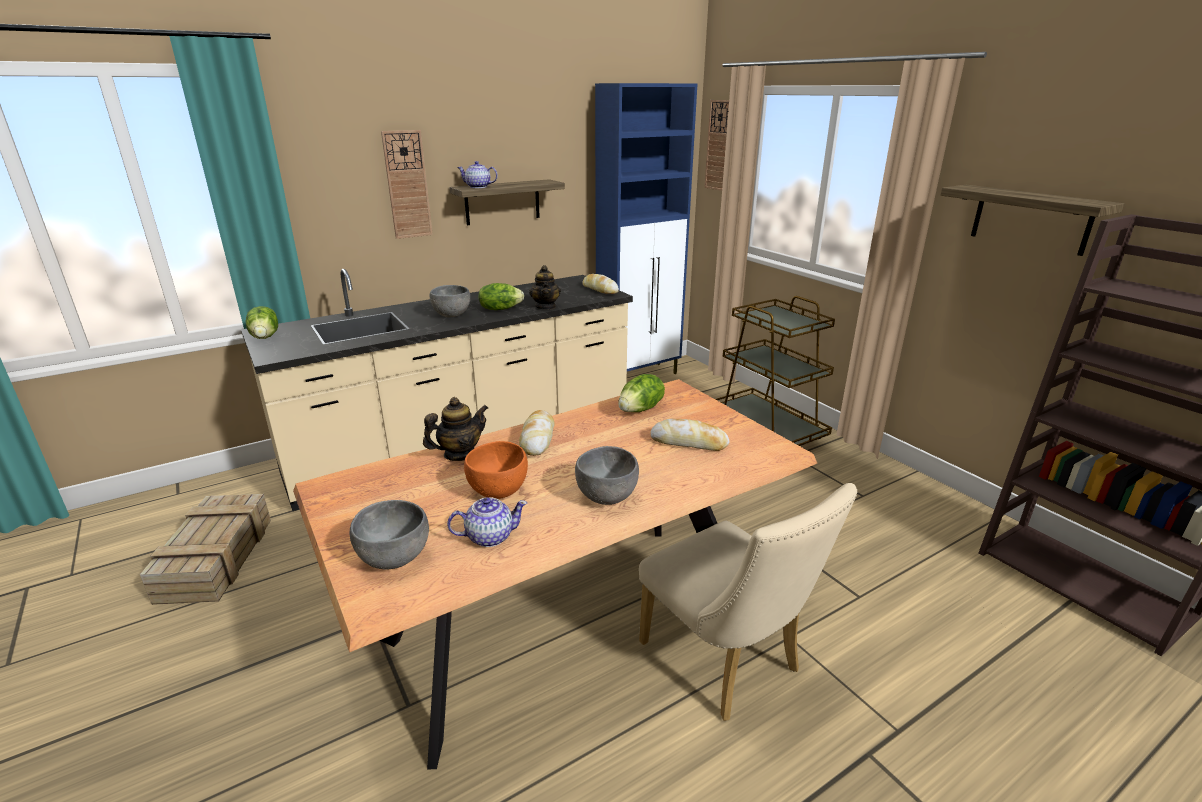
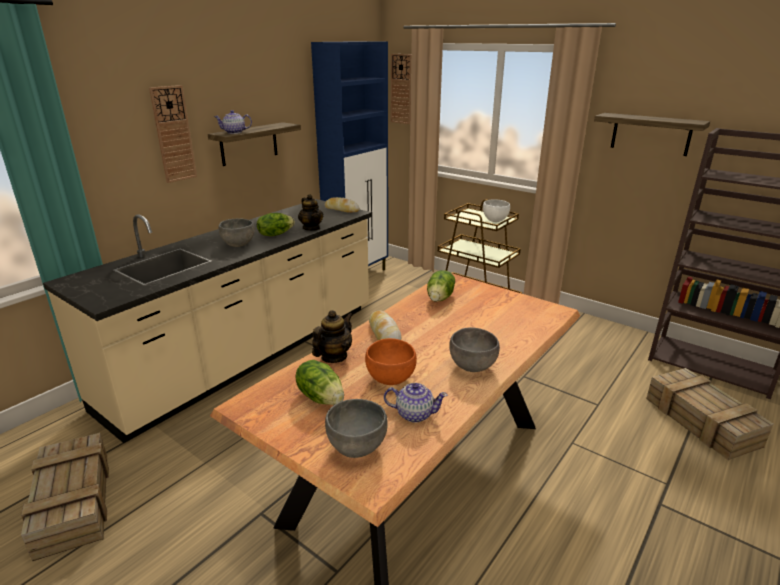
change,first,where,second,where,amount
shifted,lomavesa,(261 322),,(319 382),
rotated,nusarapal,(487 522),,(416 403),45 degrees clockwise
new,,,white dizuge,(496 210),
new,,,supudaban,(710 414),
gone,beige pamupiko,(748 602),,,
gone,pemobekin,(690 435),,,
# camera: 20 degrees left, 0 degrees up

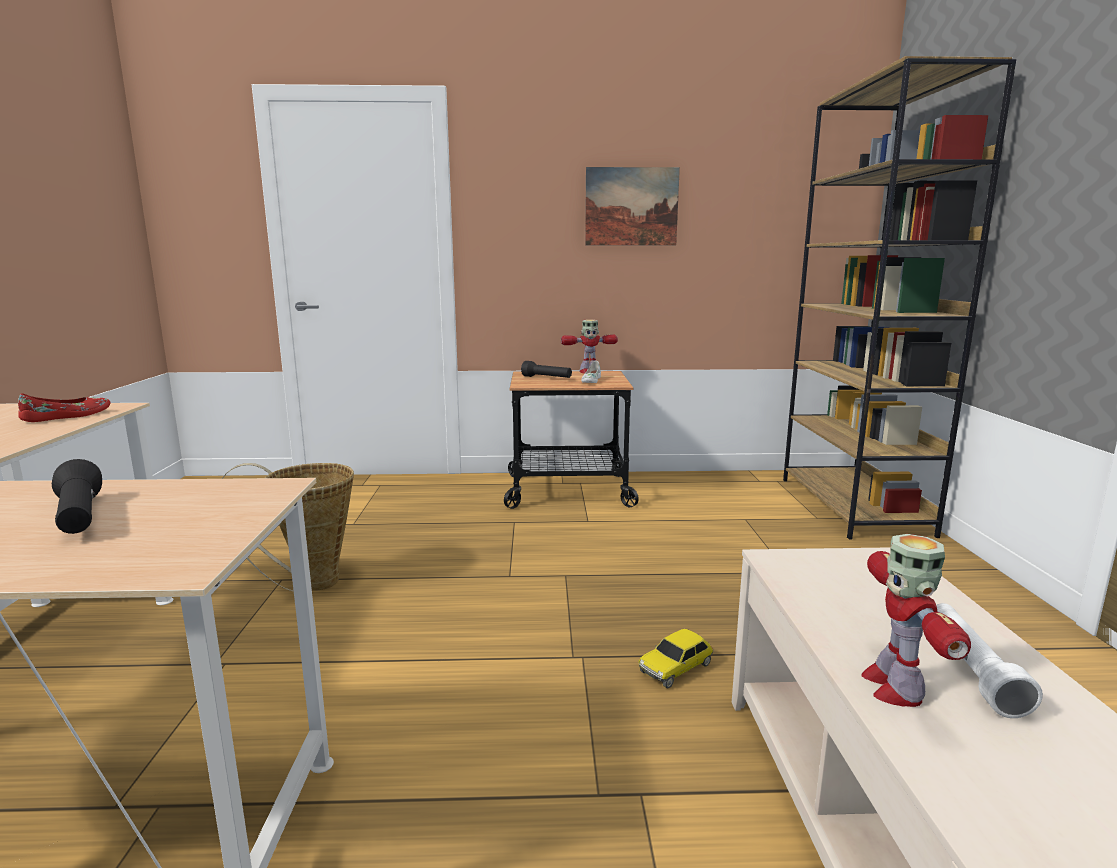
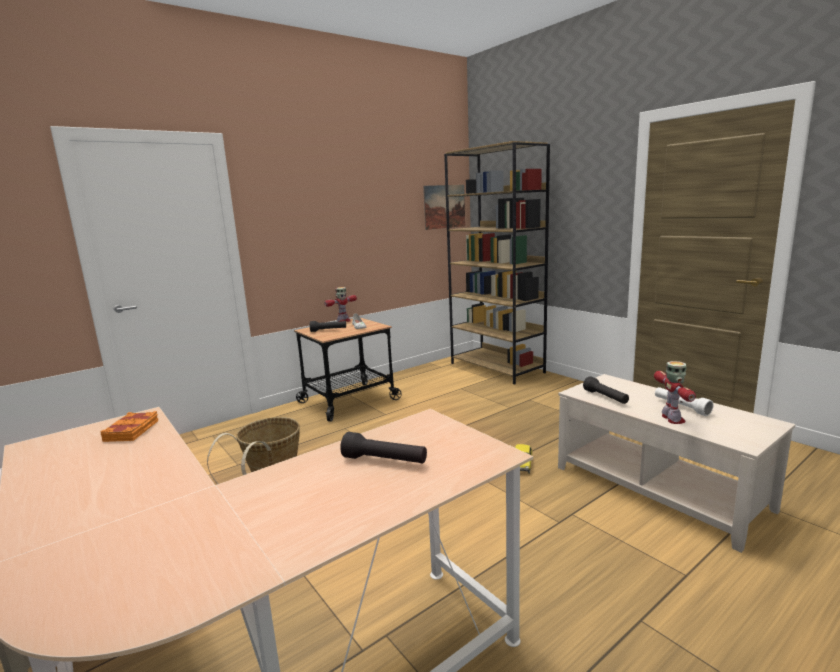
change,first,where,second,where,amount
swapped,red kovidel,(64 407),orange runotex,(129 426),
shifted,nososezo,(632 206),,(444 207),
new,,,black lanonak,(606 390),
rotated,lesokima,(916 620),,(675 392),150 degrees counterclockwise
# camera: 35 degrees left, 0 degrees up

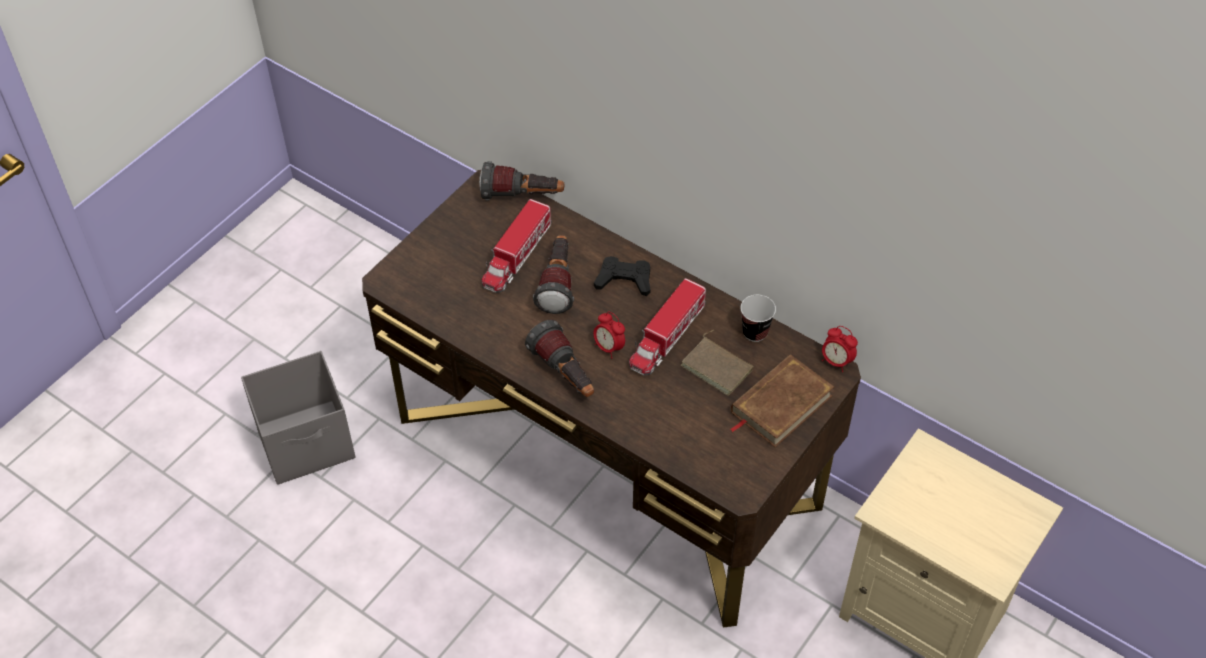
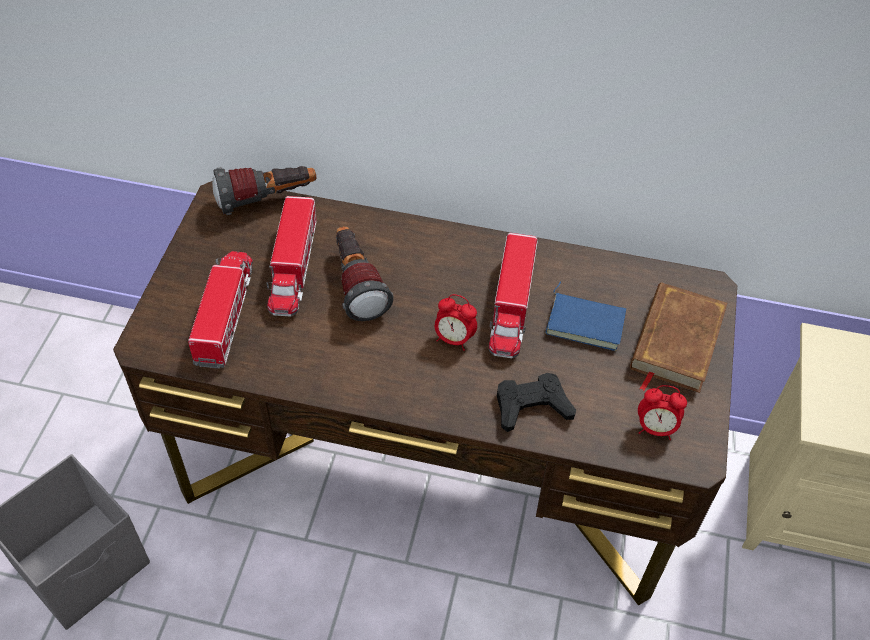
change,first,where,second,where,amount
new,,,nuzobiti,(220 309),
shifted,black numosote,(622 276),,(536 402),
repainted,brown runotex,(717 363),blue runotex,(585 316),
shifted,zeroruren,(840 349),,(662 412),
gone,lanonak,(559 358),,,
gone,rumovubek,(758 318),,,
# camera: 25 degrees left, 0 degrees up

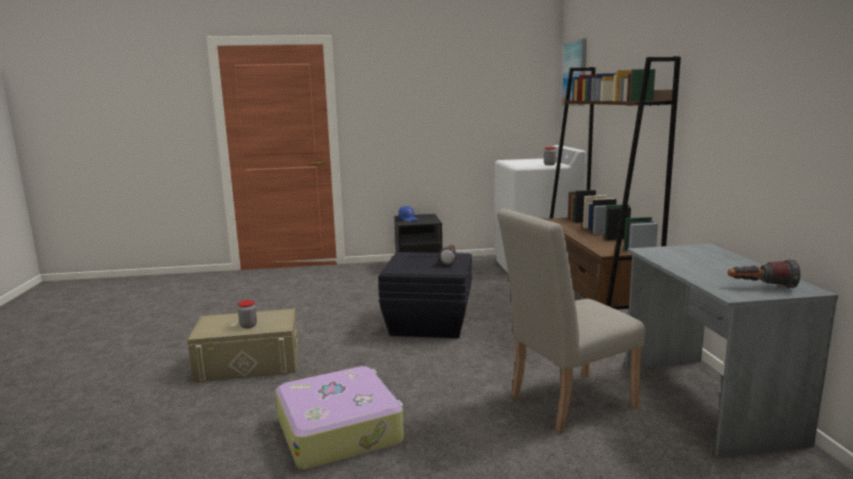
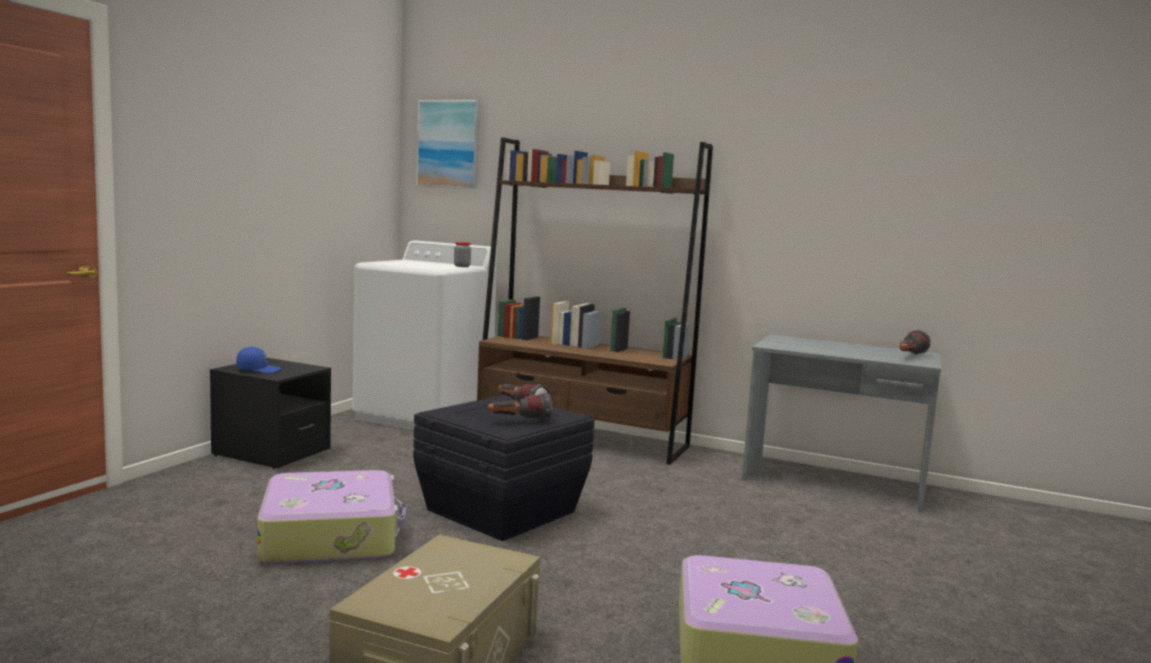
change,first,where,second,where,amount
new,,,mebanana,(332 517),
new,,,lanonak,(519 407),
gone,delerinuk,(247 314),,,
gone,beige pamupiko,(571 320),,,
# camera: 60 degrees left, 5 degrees down

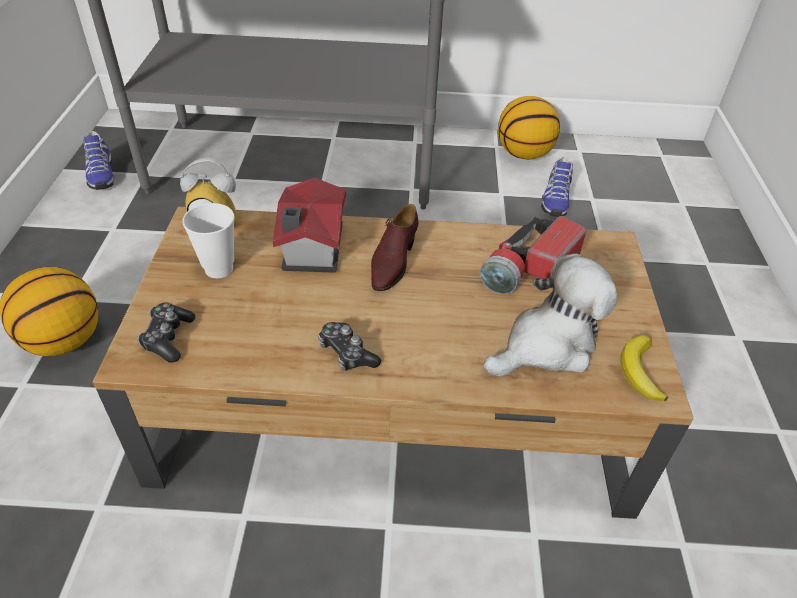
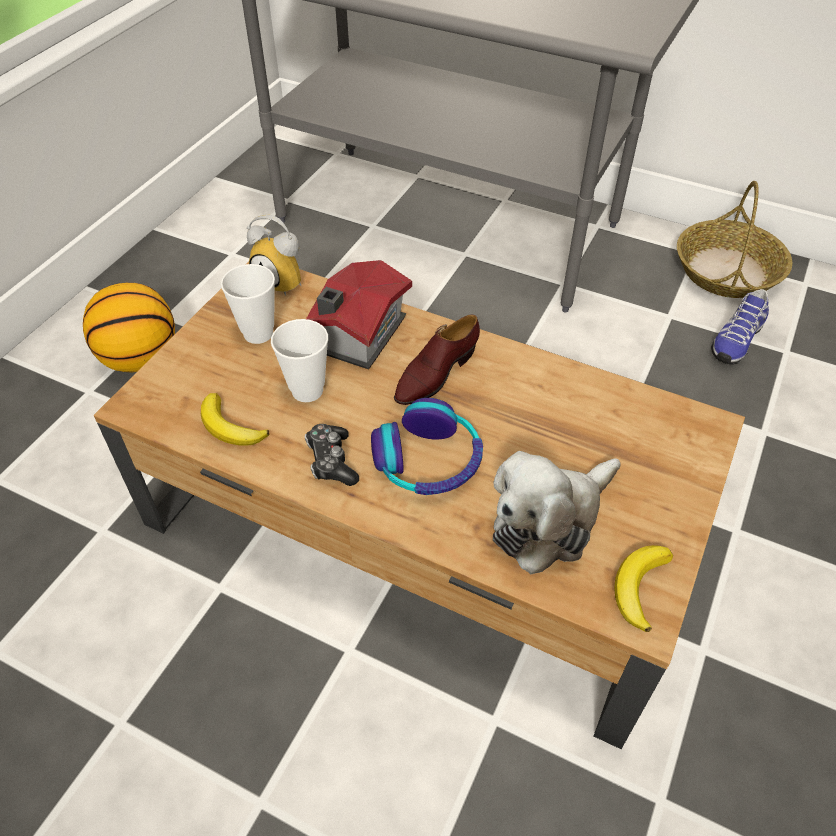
change,first,where,second,where,amount
new,,,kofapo,(235 419),
new,,,rumovubek,(299 360),
new,,,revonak,(427 446),
rotated,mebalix,(550 315),,(557 512),150 degrees clockwise
swapped,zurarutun,(529 128),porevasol,(734 239),
gone,kovidel,(98 160),,,
gone,numosote,(166 332),,,
gone,lanonak,(533 255),,,
# camera: 25 degrees right, 5 degrees up

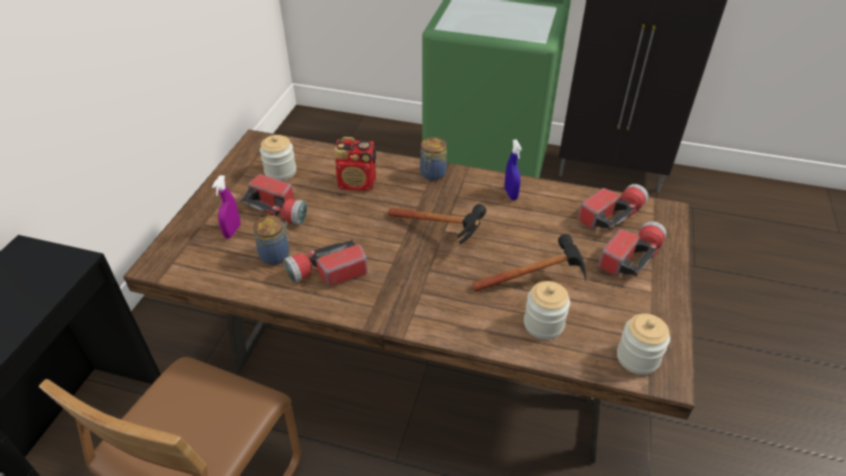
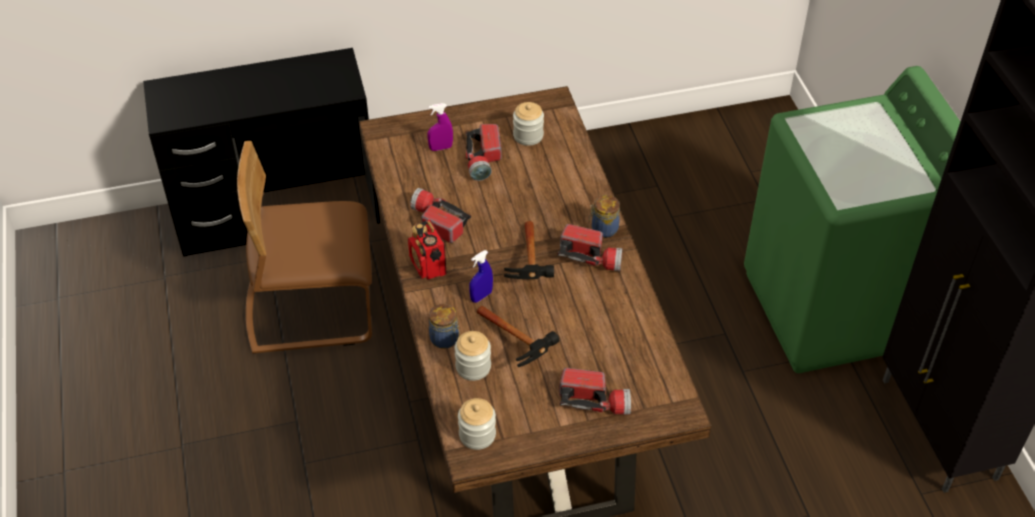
change,first,where,second,where,amount
shifted,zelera,(355 164),,(427 249),
shifted,delerinuk,(272 240),,(444 326),
shifted,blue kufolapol,(513 169),,(481 276),
shifted,lanonak,(613 207),,(590 247),
# camera: 60 degrees right, 5 degrees up

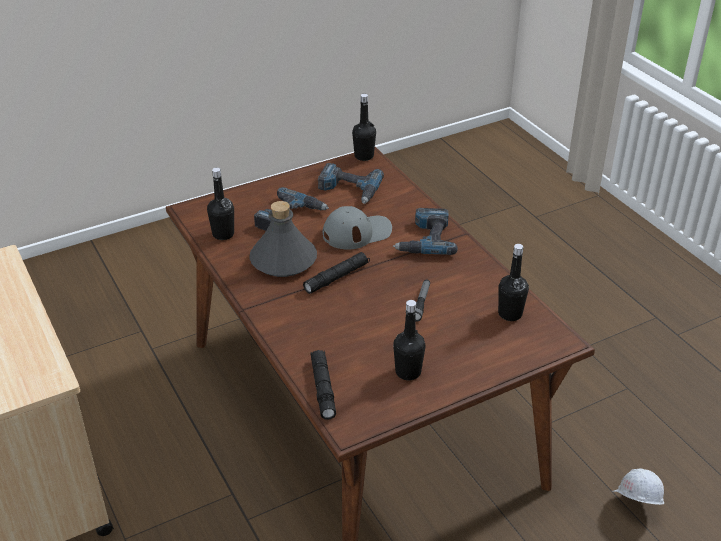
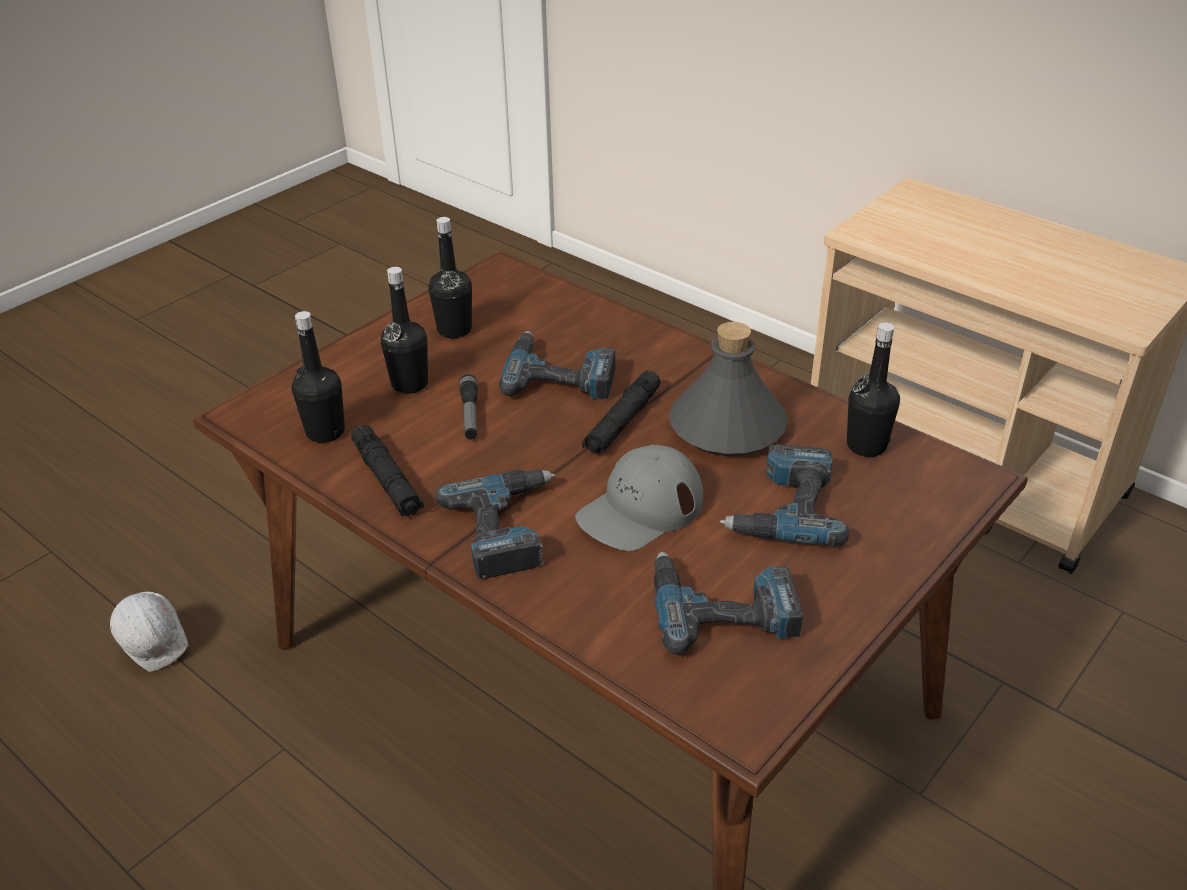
change,first,where,second,where,amount
shifted,black lanonak,(323 385),,(387 471),
shifted,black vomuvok,(364 127),,(404 330),
new,,,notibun,(557 365),
# camera: 160 degrees right, 0 degrees up

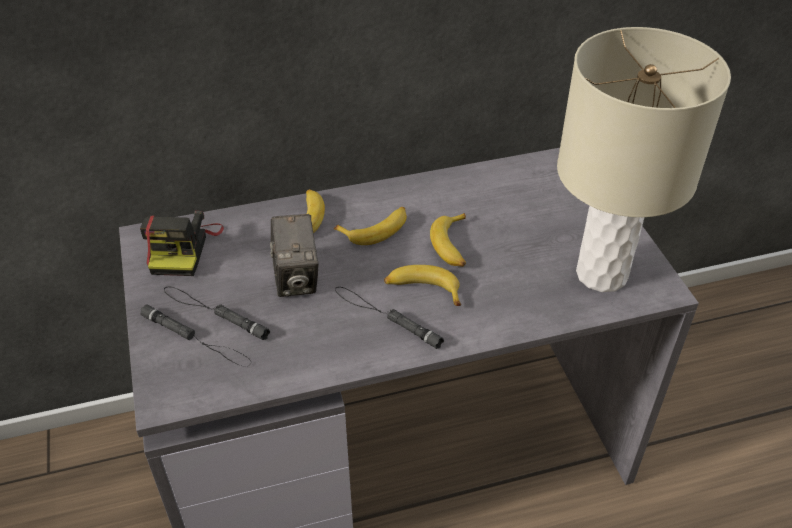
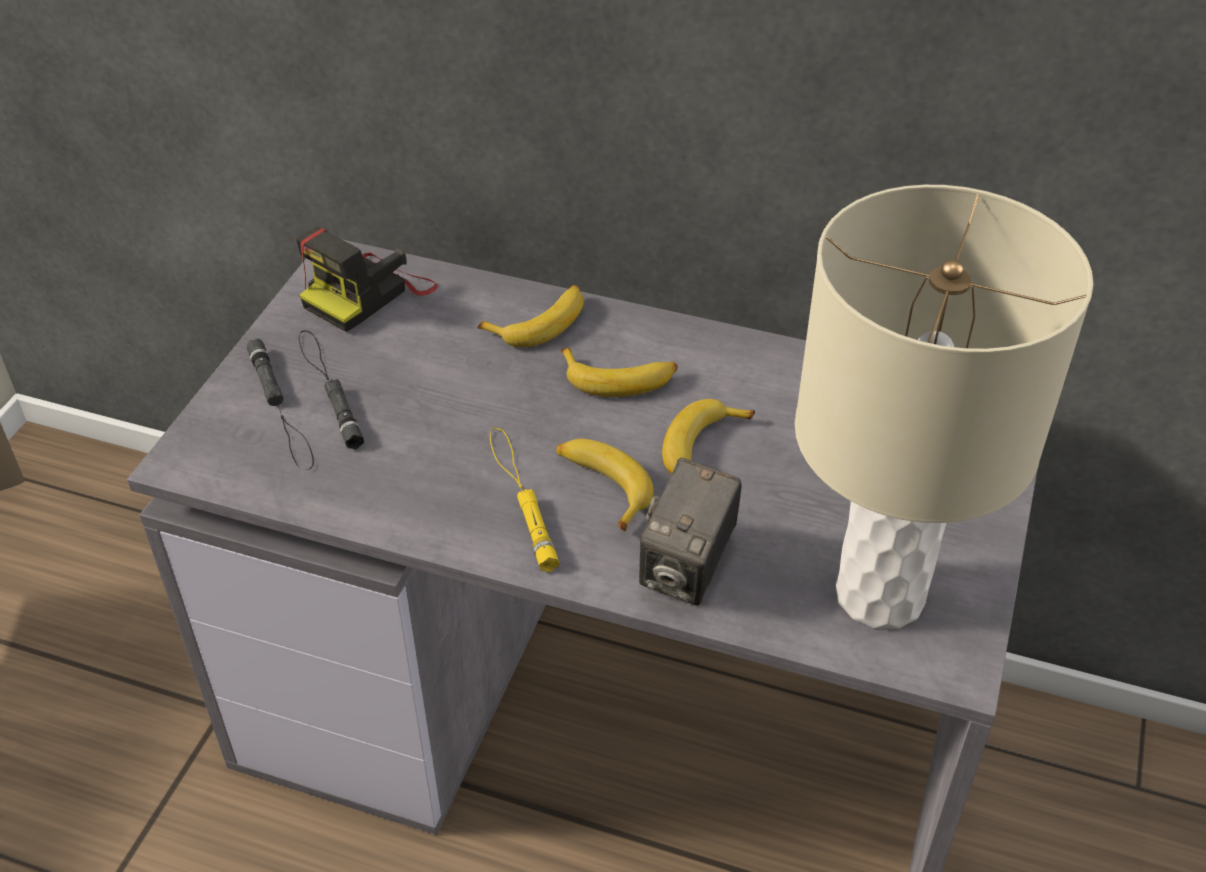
change,first,where,second,where,amount
repainted,black lanonak,(389 318),yellow lanonak,(524 500),
shifted,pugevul,(294 255),,(690 532),
# camera: 35 degrees right, 0 degrees up

